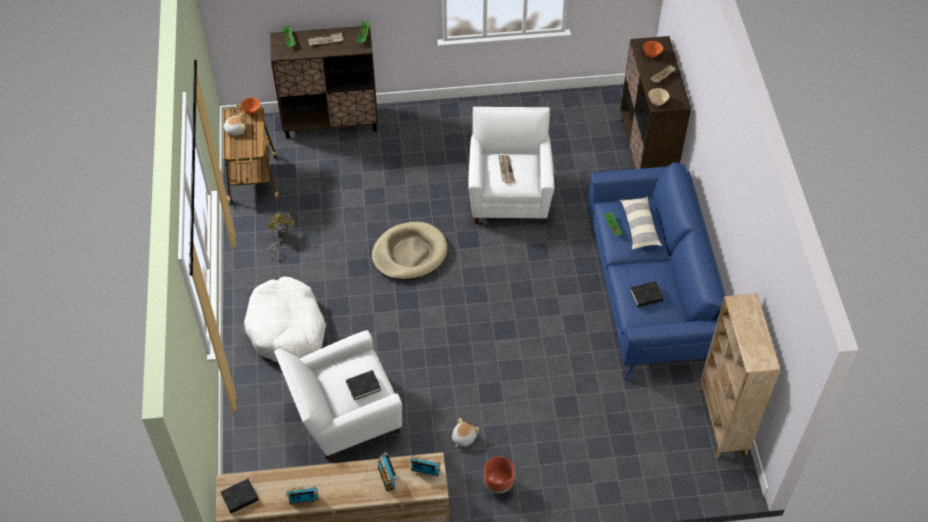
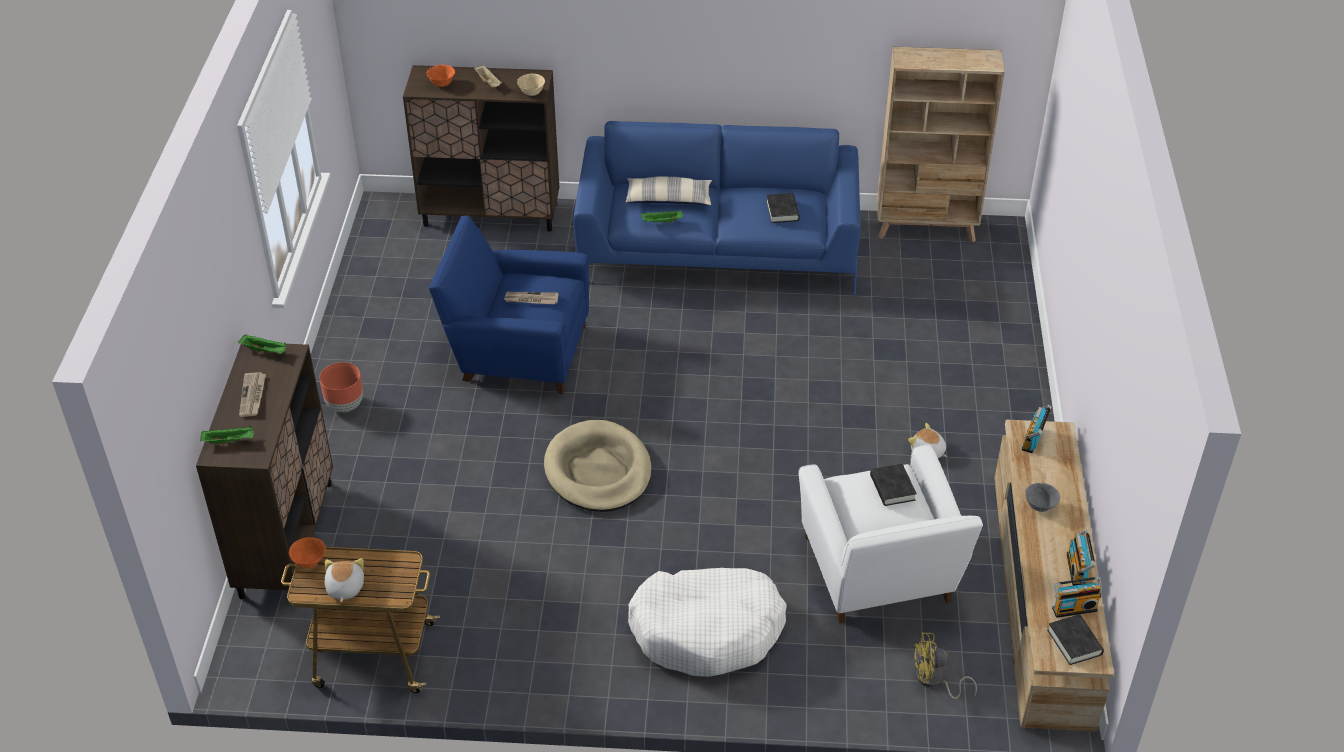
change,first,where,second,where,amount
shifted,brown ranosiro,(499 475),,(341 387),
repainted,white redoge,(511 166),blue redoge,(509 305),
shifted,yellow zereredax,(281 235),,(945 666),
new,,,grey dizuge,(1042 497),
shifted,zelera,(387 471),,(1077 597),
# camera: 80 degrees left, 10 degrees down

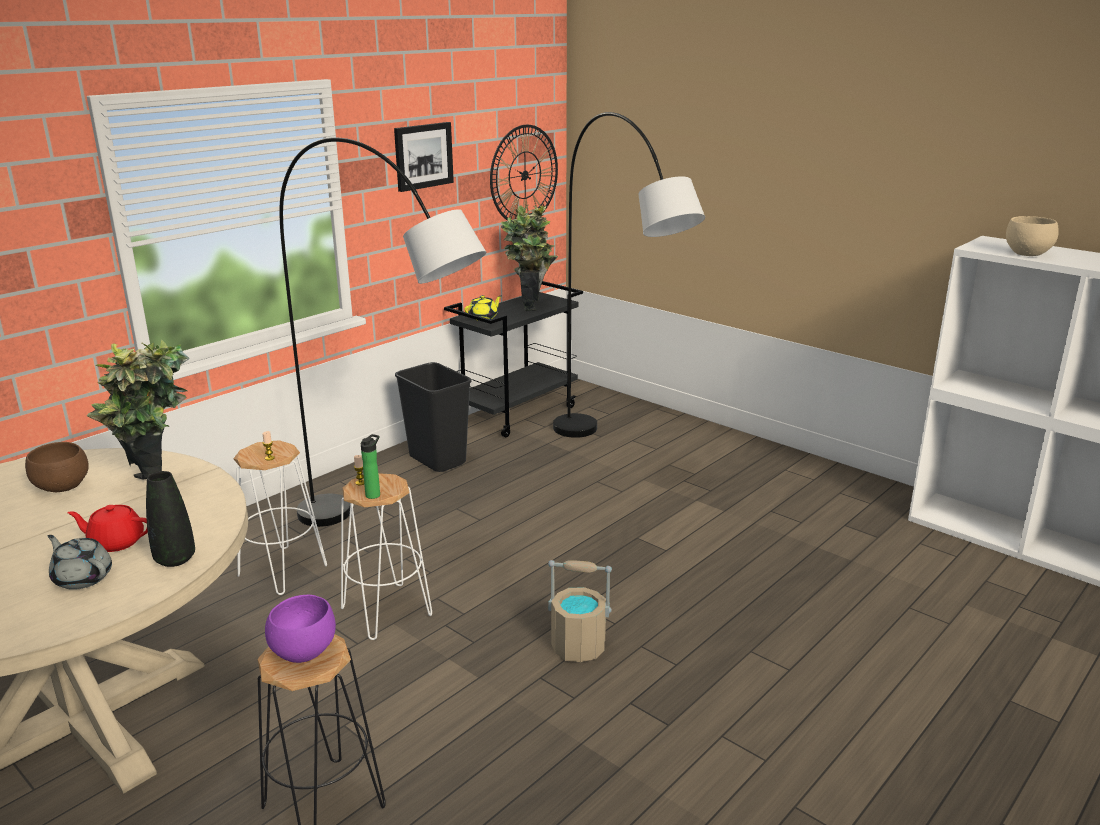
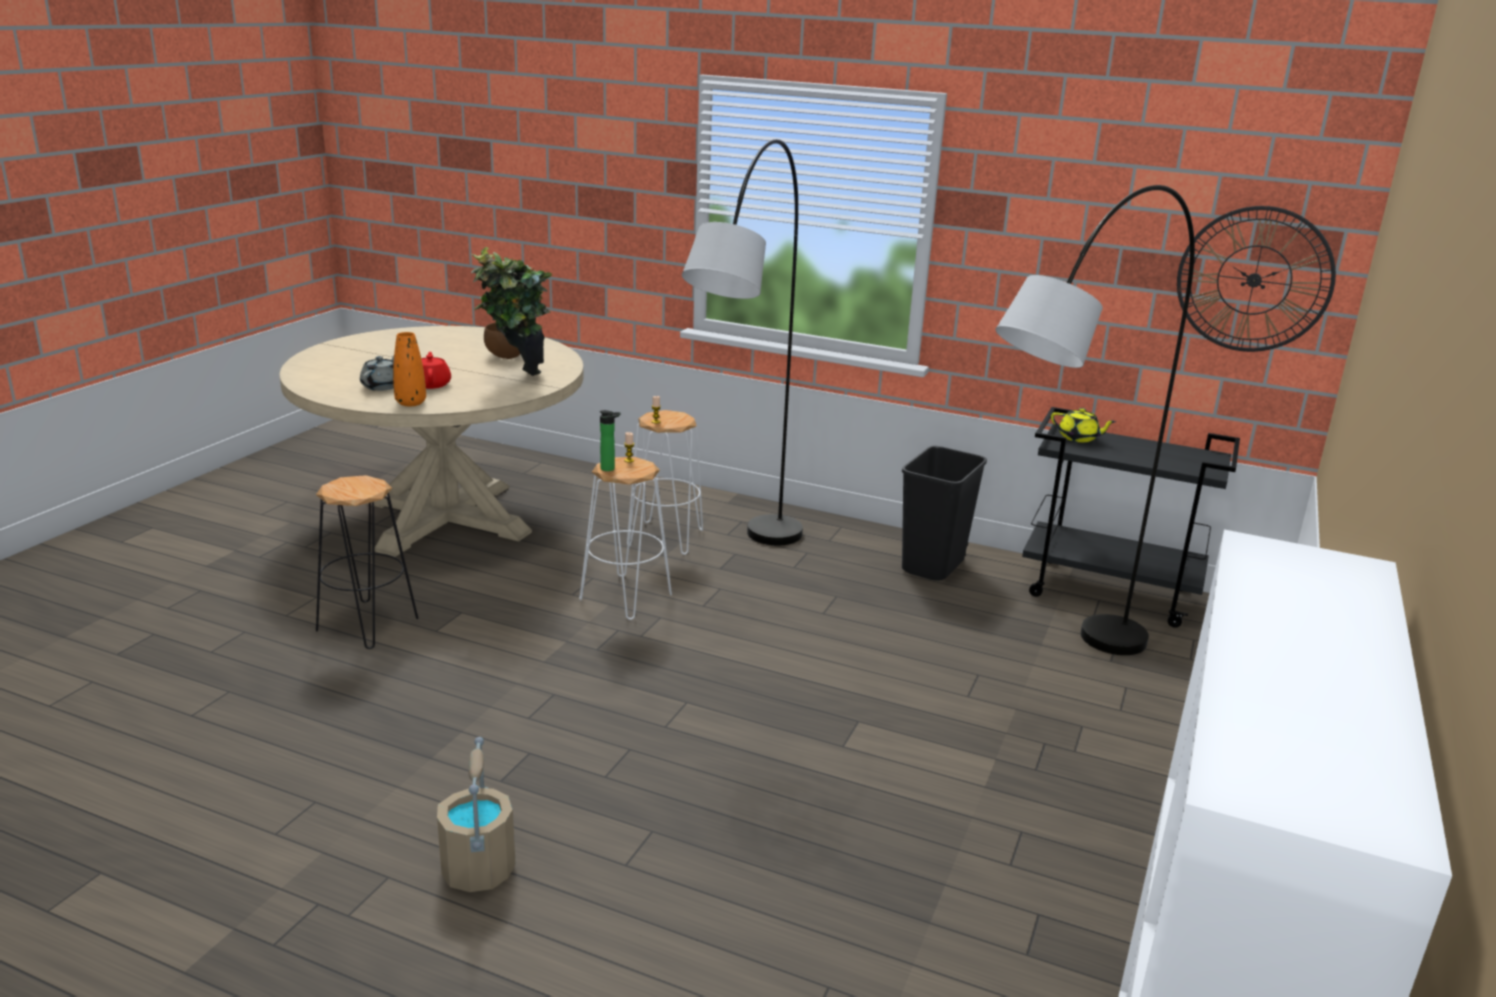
change,first,where,second,where,amount
repainted,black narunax,(170 519),orange narunax,(409 369),
shifted,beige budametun,(580 611),,(476 814),
gone,purple dizuge,(300 629),,,
gone,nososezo,(424 157),,,
gone,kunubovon,(529 258),,,
gone,beige dizuge,(1032 236),,,
# camera: 70 degrees right, 0 degrees up

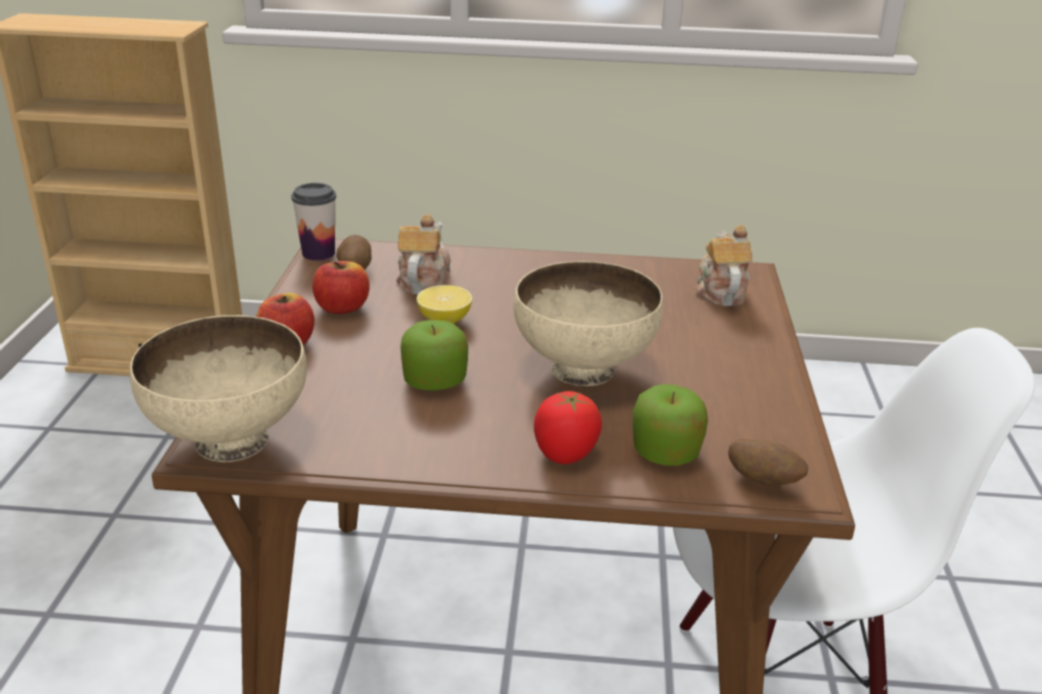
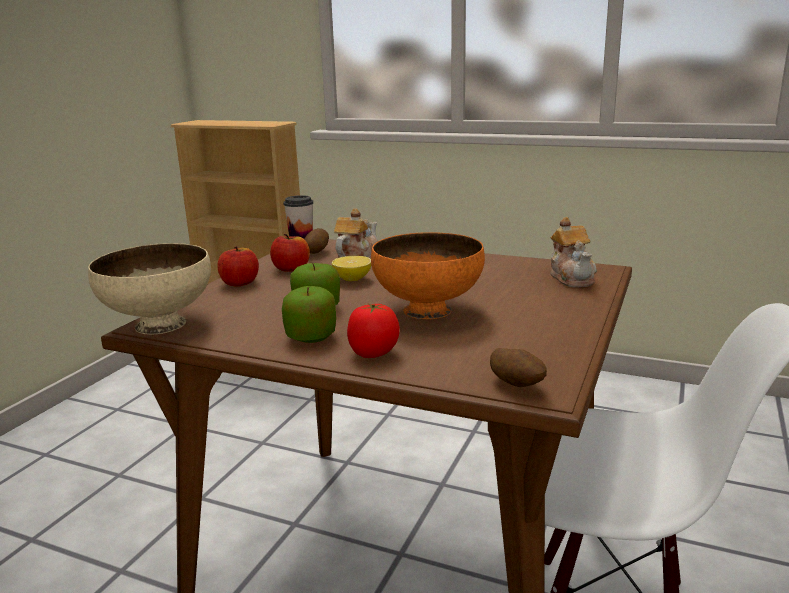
change,first,where,second,where,amount
shifted,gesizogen,(670 425),,(309 314),
repainted,beige dizuge,(588 323),orange dizuge,(428 276),
rotated,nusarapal,(724 265),,(573 252),150 degrees clockwise
# camera: 20 degrees right, 10 degrees down

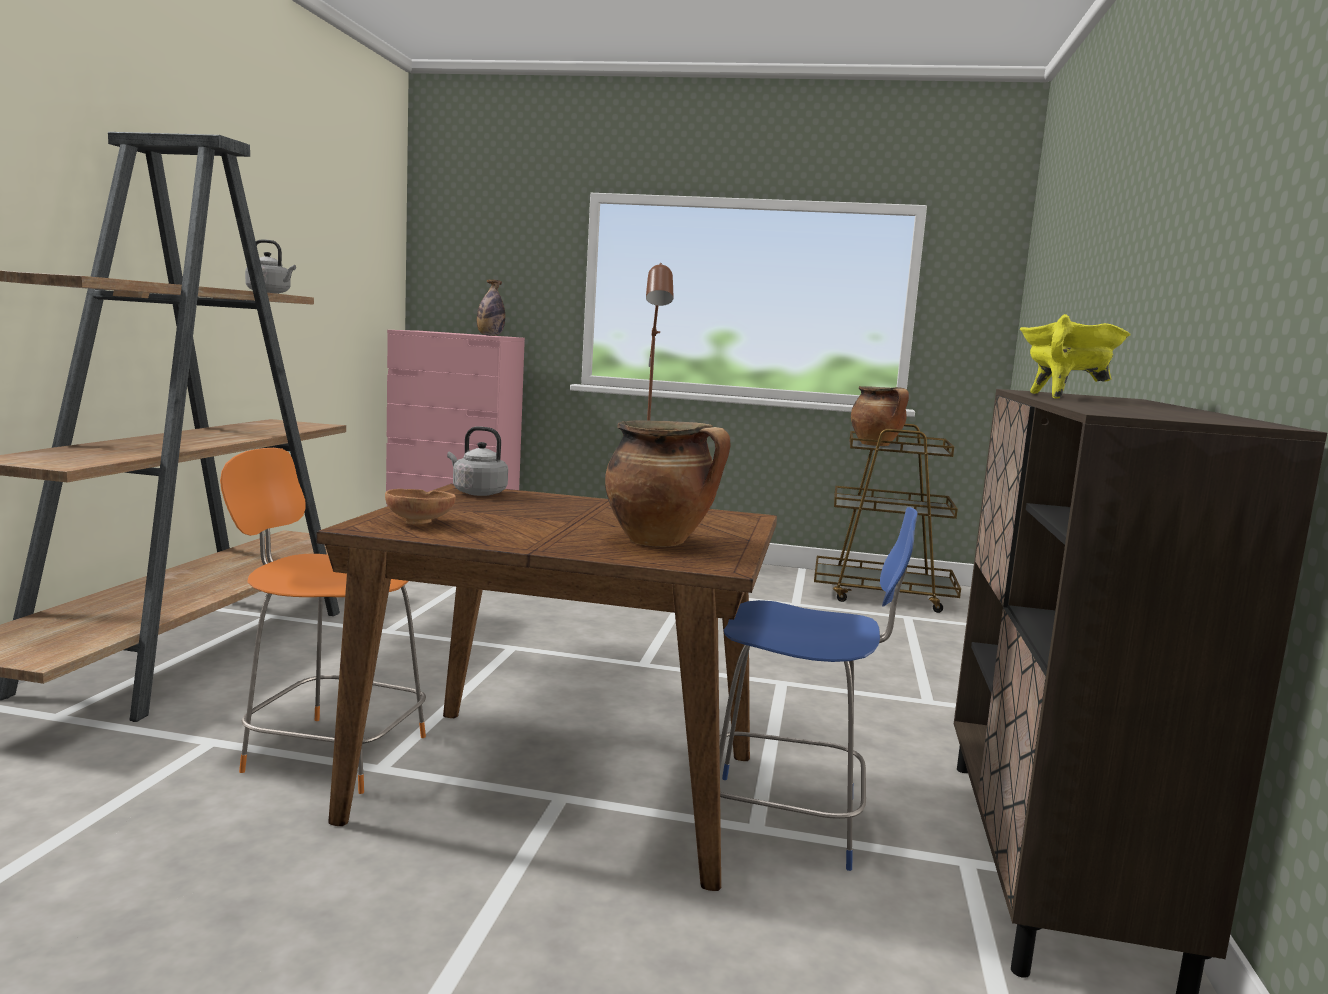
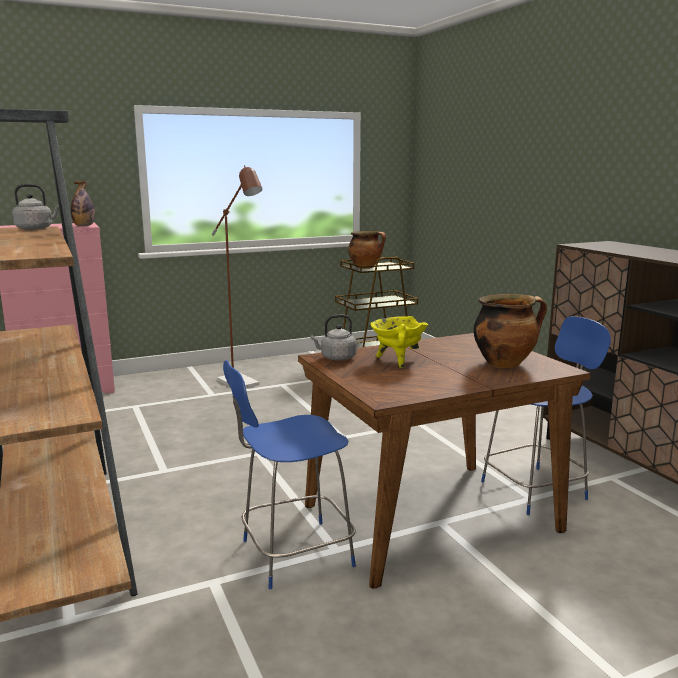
change,first,where,second,where,amount
repainted,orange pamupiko,(323 621),blue pamupiko,(289 474),
shifted,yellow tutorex,(1075 356),,(399 342),
gone,brown dizuge,(420 506),,,
# camera: 35 degrees left, 5 degrees up

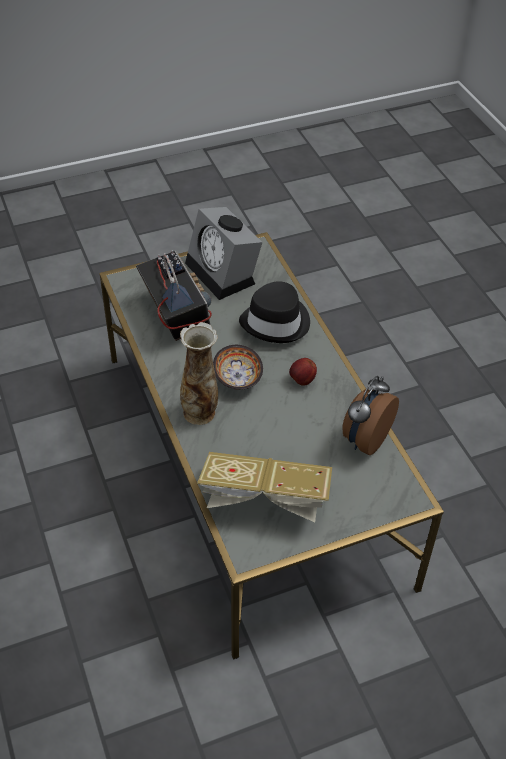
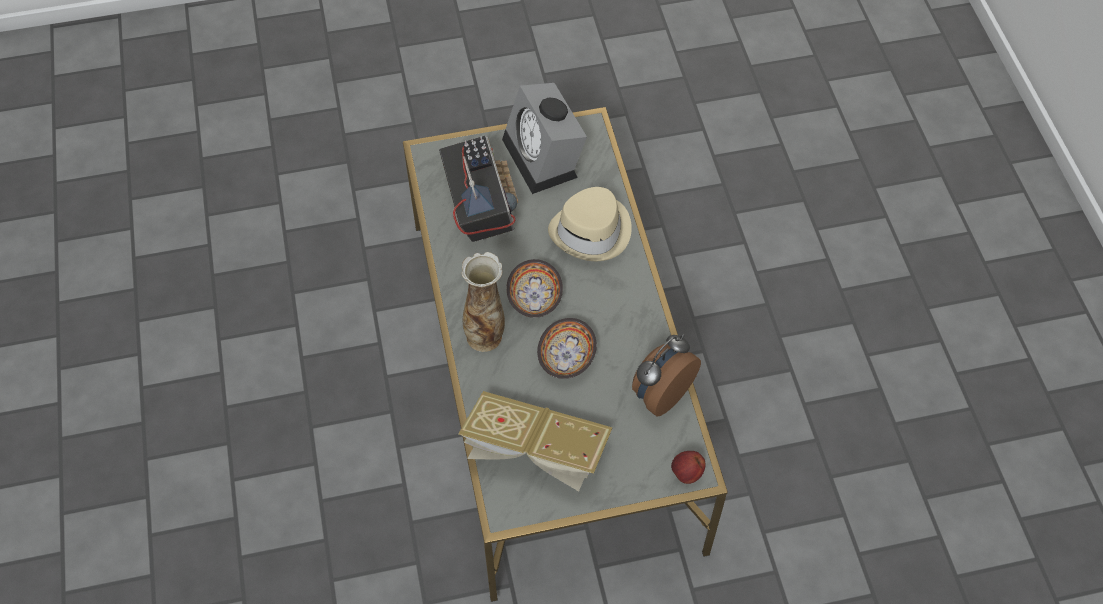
change,first,where,second,where,amount
new,,,dizuge,(567 348),
repainted,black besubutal,(274 312),beige besubutal,(590 224),
shifted,gesizogen,(303 372),,(688 467),
# camera: 10 degrees right, 10 degrees up

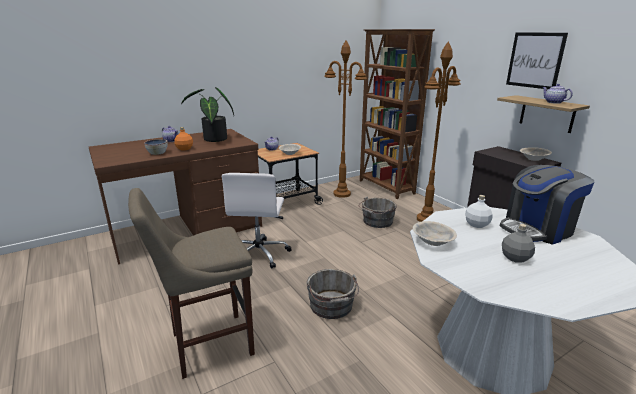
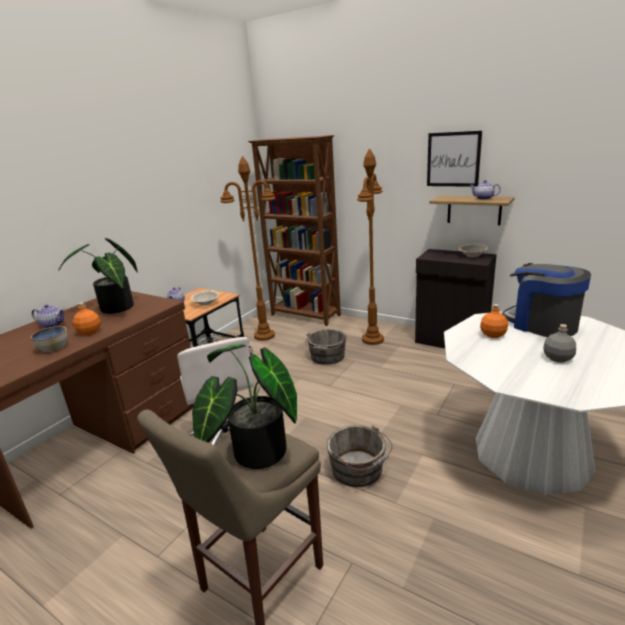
change,first,where,second,where,amount
new,,,kunubovon,(244 406),
repainted,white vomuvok,(479 211),orange vomuvok,(494 321),
rotated,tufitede,(547 205),,(546 300),105 degrees clockwise
gone,beige dizuge,(435 233),,,
# camera: 25 degrees left, 0 degrees up

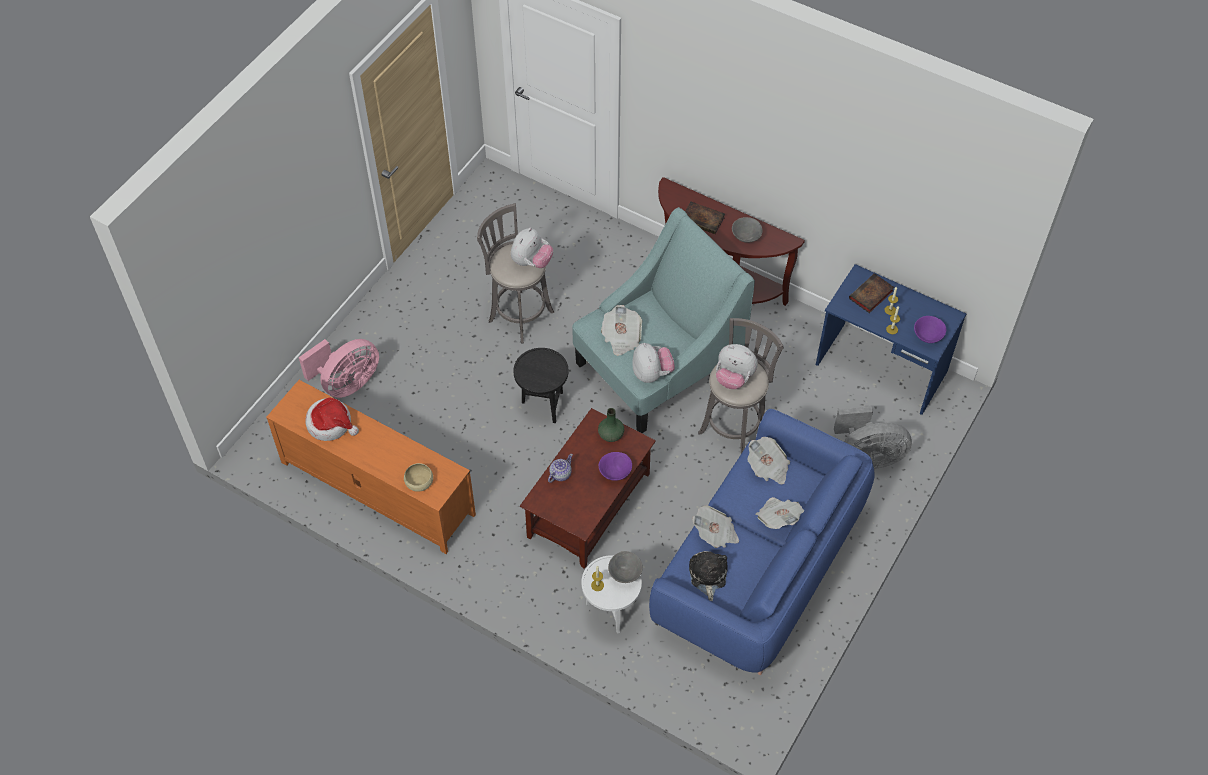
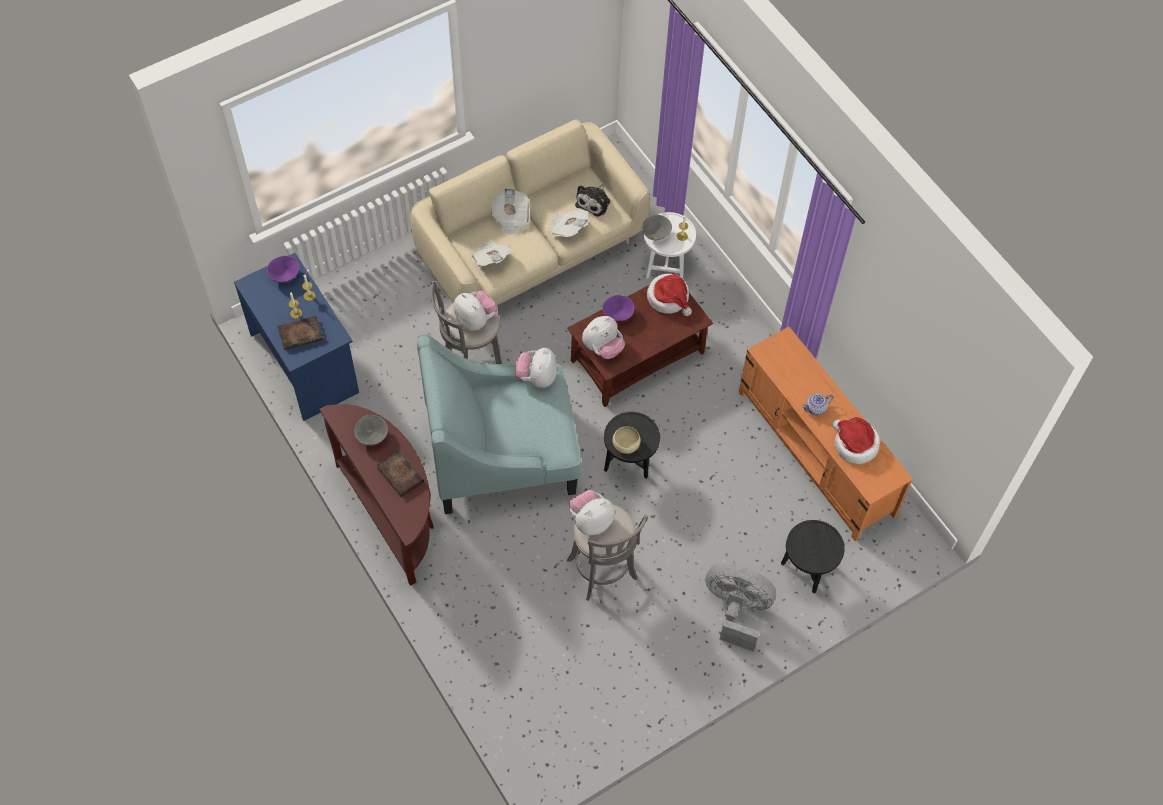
change,first,where,second,where,amount
repainted,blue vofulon,(762 542),beige vofulon,(530 212),
swapped,green narunax,(611 425),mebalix,(603 337),
shifted,beige dizuge,(418 477),,(626 440),
new,,,besubutal,(669 295),
shifted,grey zereredax,(873 437),,(741 607),
swapped,pink zereredax,(339 368),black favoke,(813 556),
shifted,nusarapal,(560 468),,(817 404),
gone,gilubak,(621 330),,,
# camera: 155 degrees left, 5 degrees up

